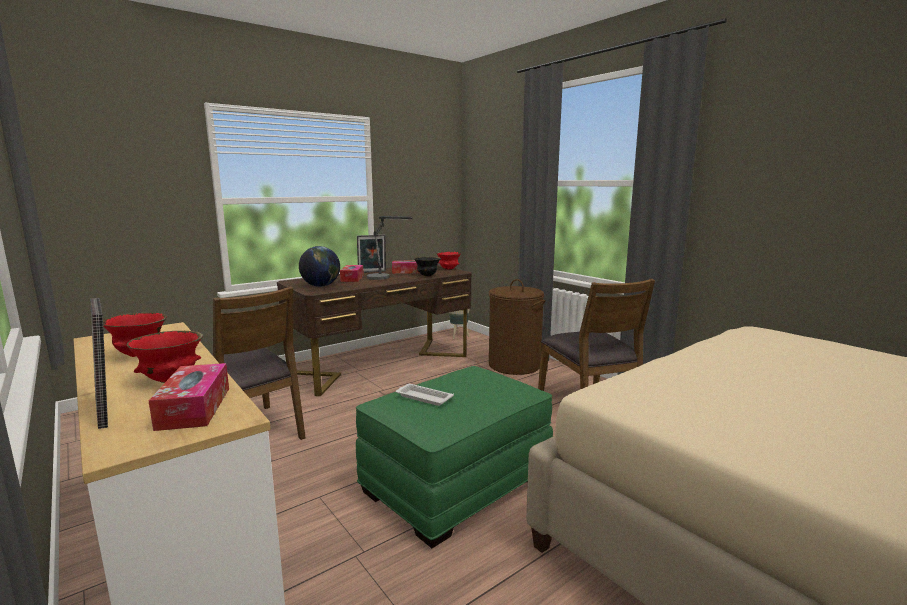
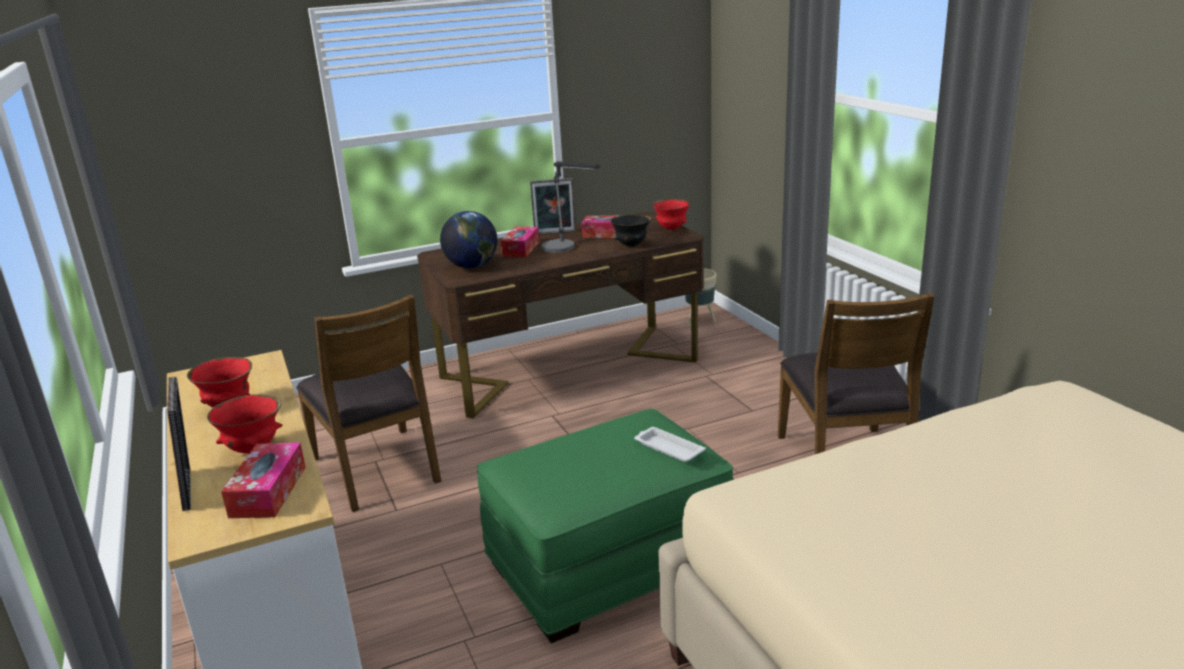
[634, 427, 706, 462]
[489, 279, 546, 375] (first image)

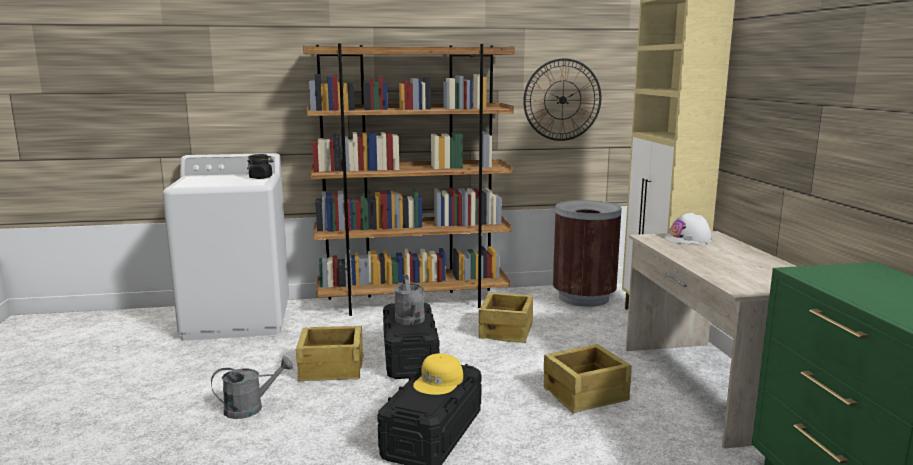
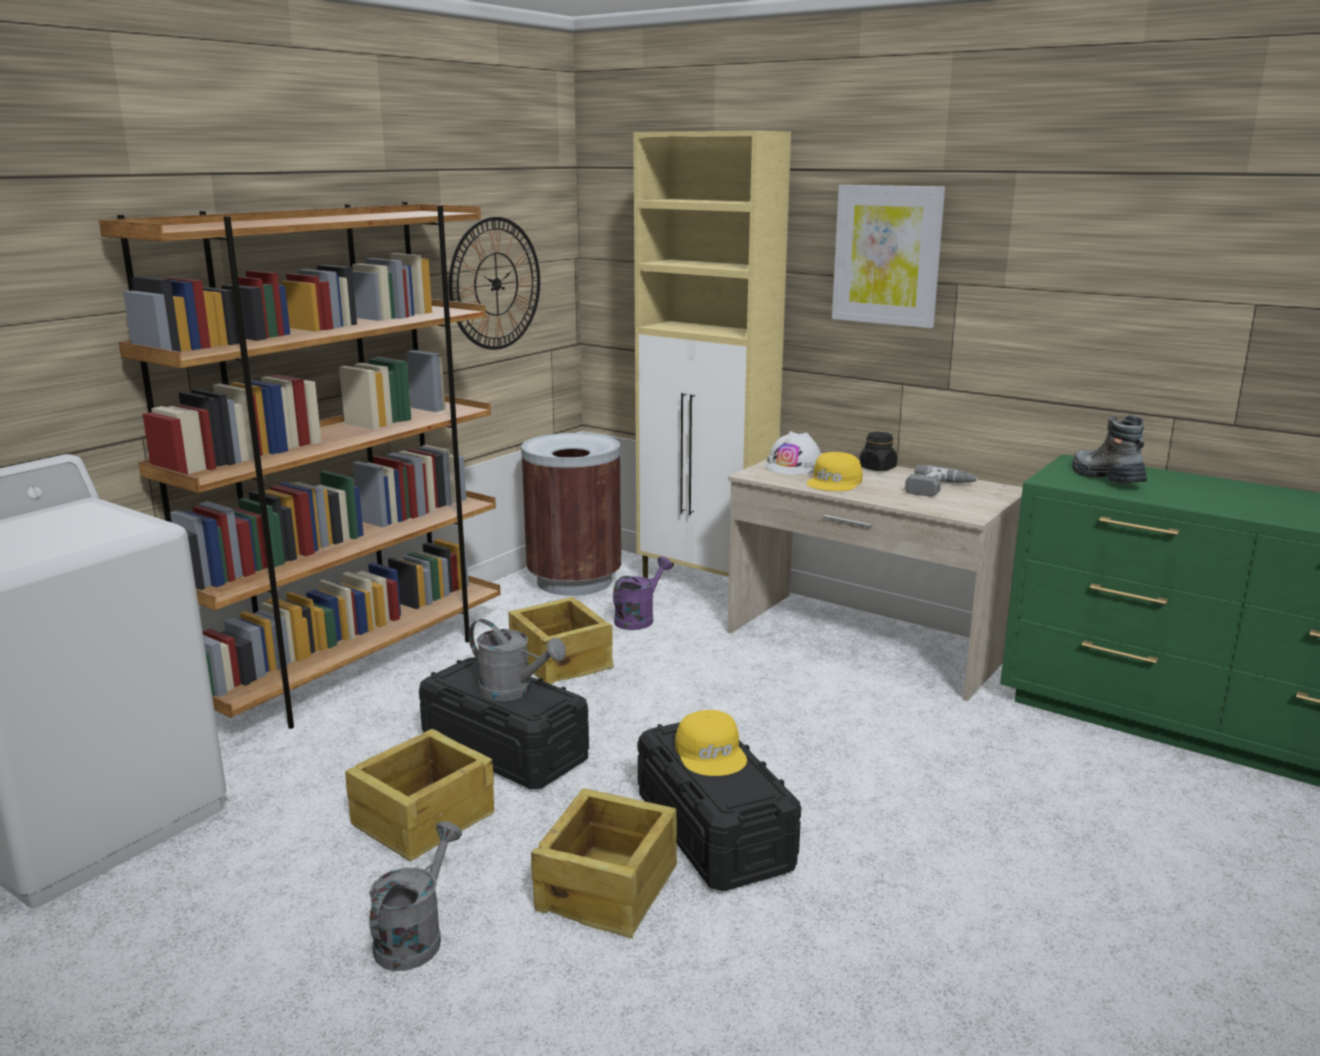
[860, 432, 897, 471]
[531, 788, 677, 939]
[613, 556, 672, 630]
[806, 452, 862, 491]
[832, 185, 945, 328]
[905, 465, 978, 497]
[1072, 415, 1147, 483]

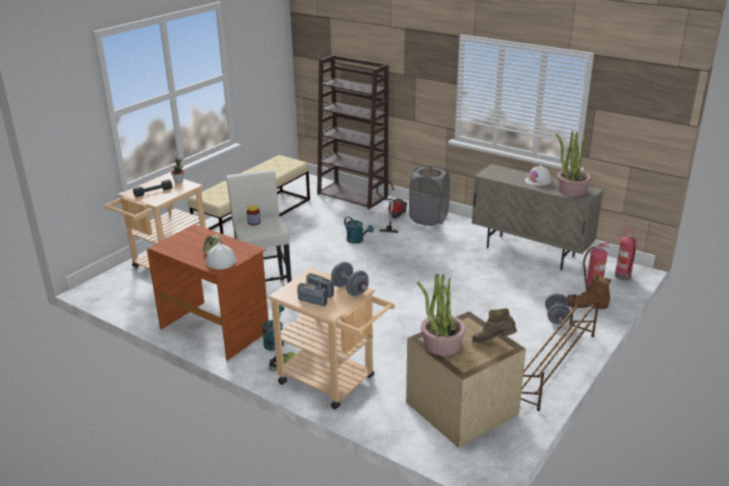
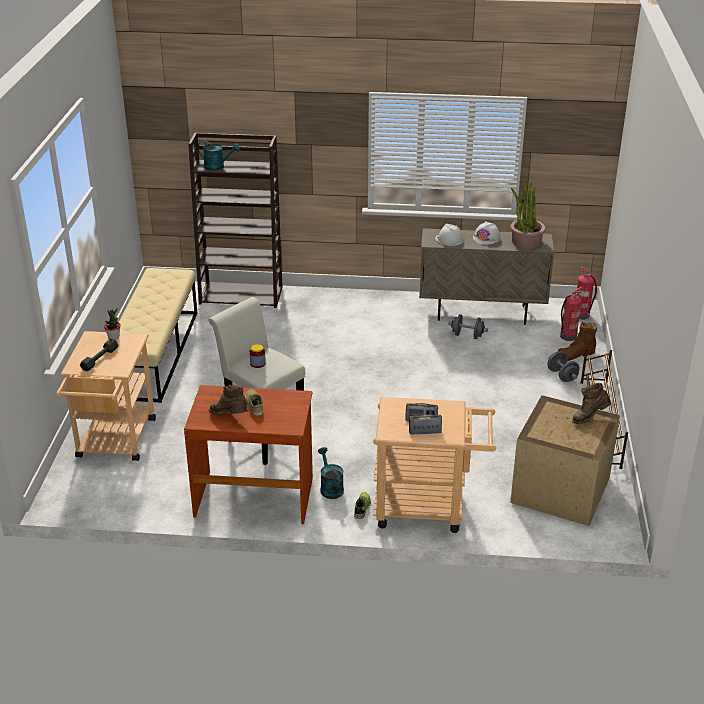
[435, 224, 464, 246]
[448, 314, 488, 339]
[198, 141, 240, 171]
[376, 179, 408, 233] (first image)
[409, 166, 450, 226] (first image)
[417, 273, 466, 356] (first image)
[209, 385, 248, 414]

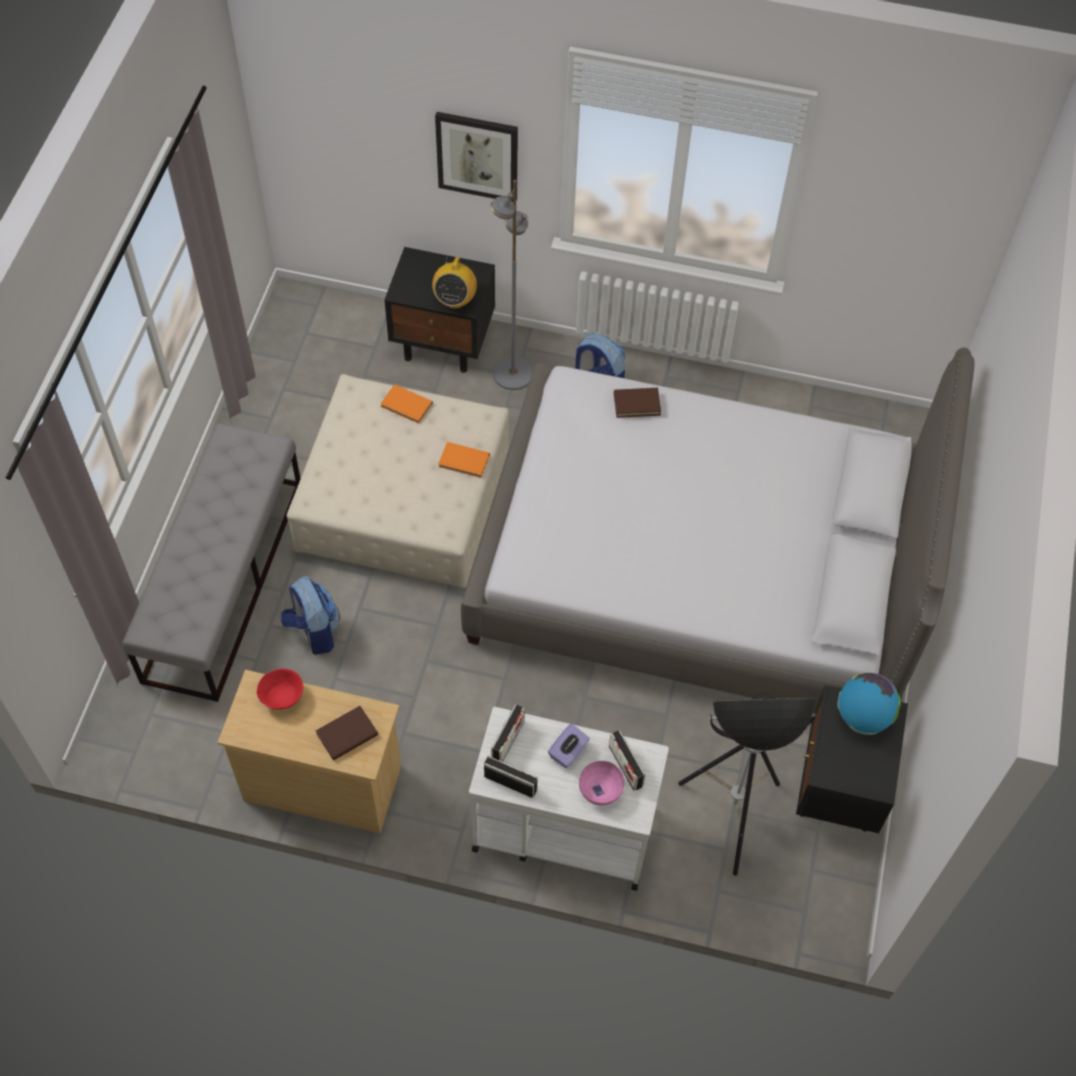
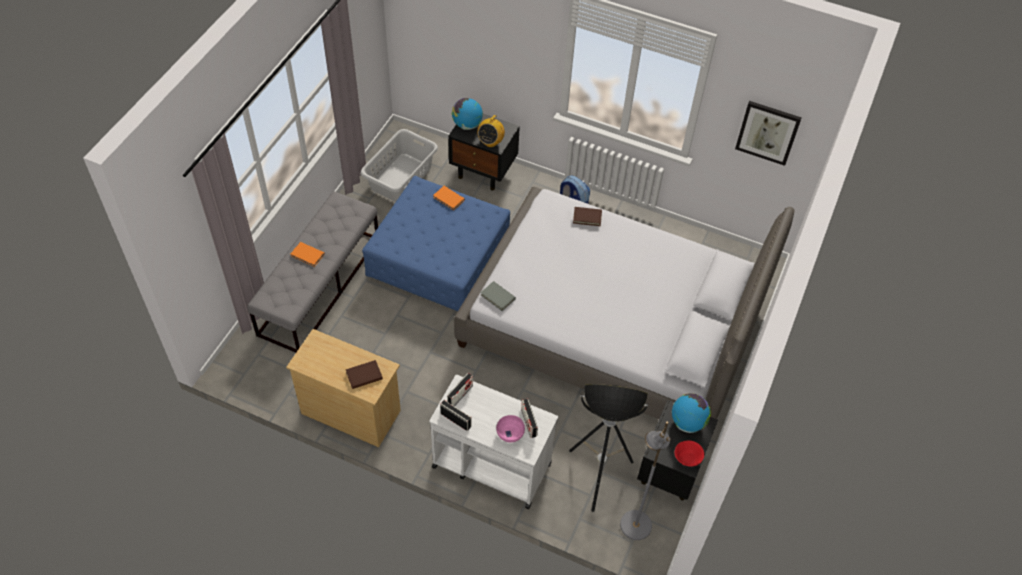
[674, 440, 704, 466]
[281, 576, 340, 655] (first image)
[362, 176, 510, 311]
[735, 101, 802, 166]
[291, 242, 325, 267]
[620, 421, 671, 540]
[548, 723, 590, 768] (first image)
[360, 129, 438, 202]
[452, 98, 483, 130]
[480, 281, 516, 311]

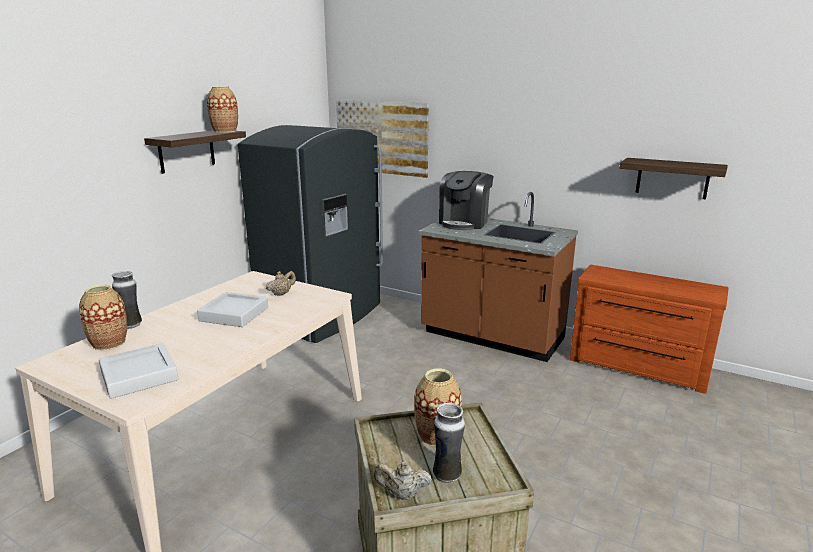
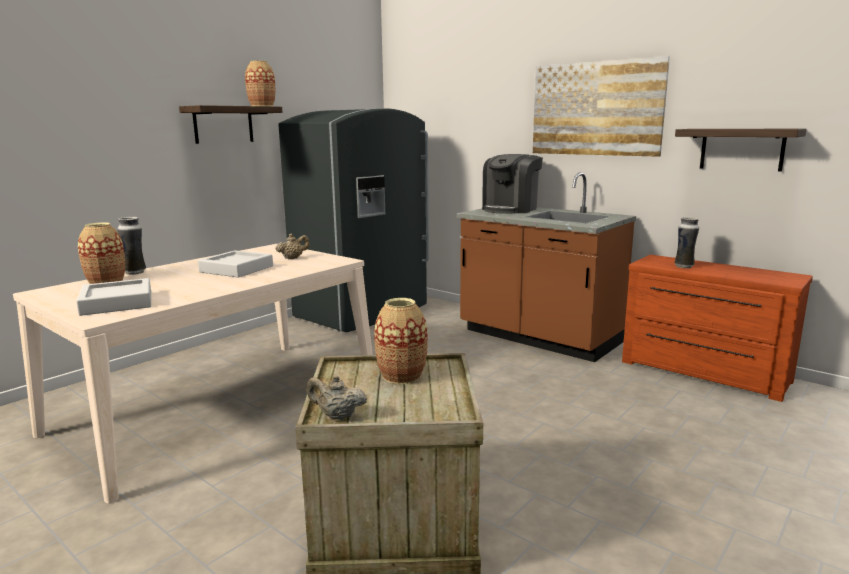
[533, 56, 670, 157]
[675, 217, 699, 268]

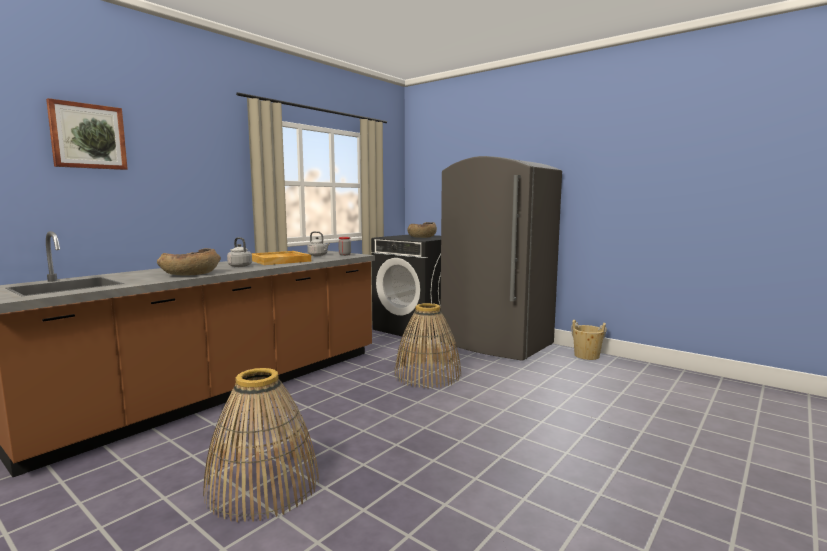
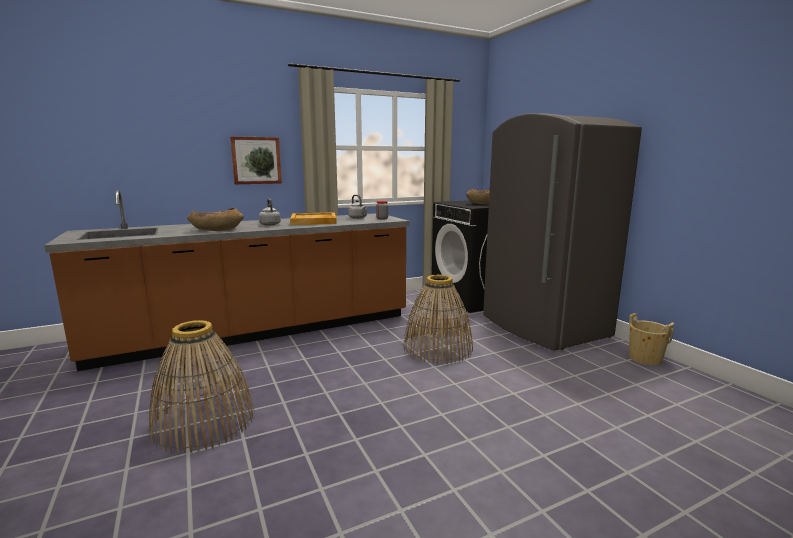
[230, 136, 282, 184]

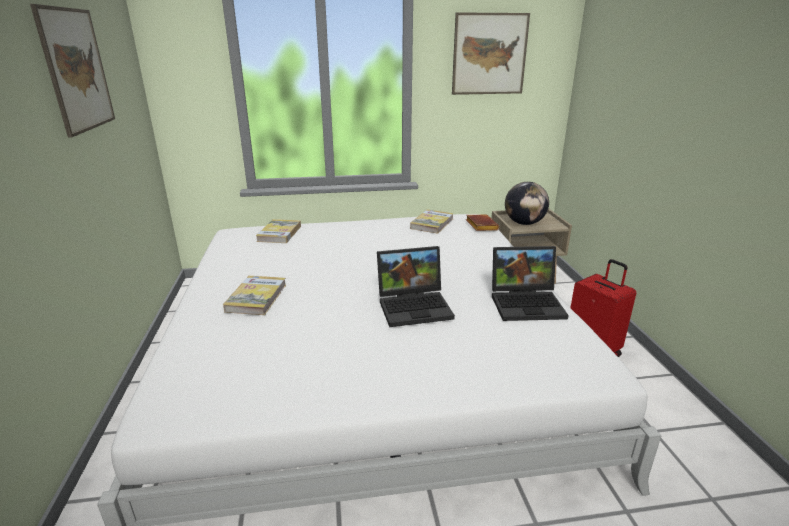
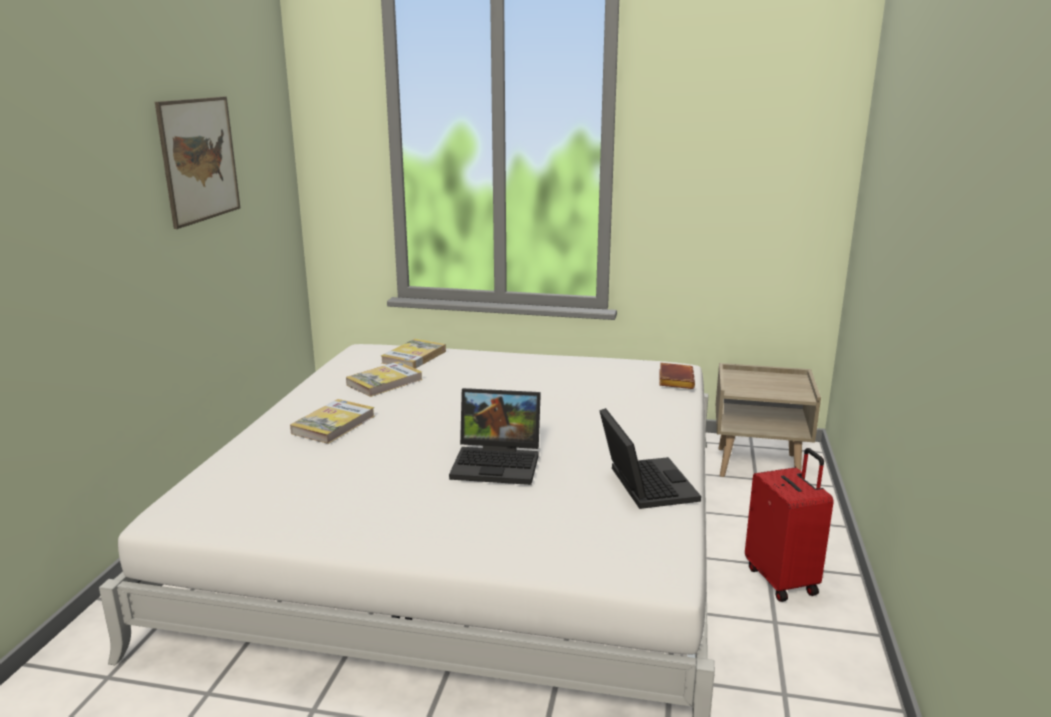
[346, 361, 423, 397]
[452, 12, 530, 95] (first image)
[599, 408, 701, 509]
[505, 182, 549, 225] (first image)

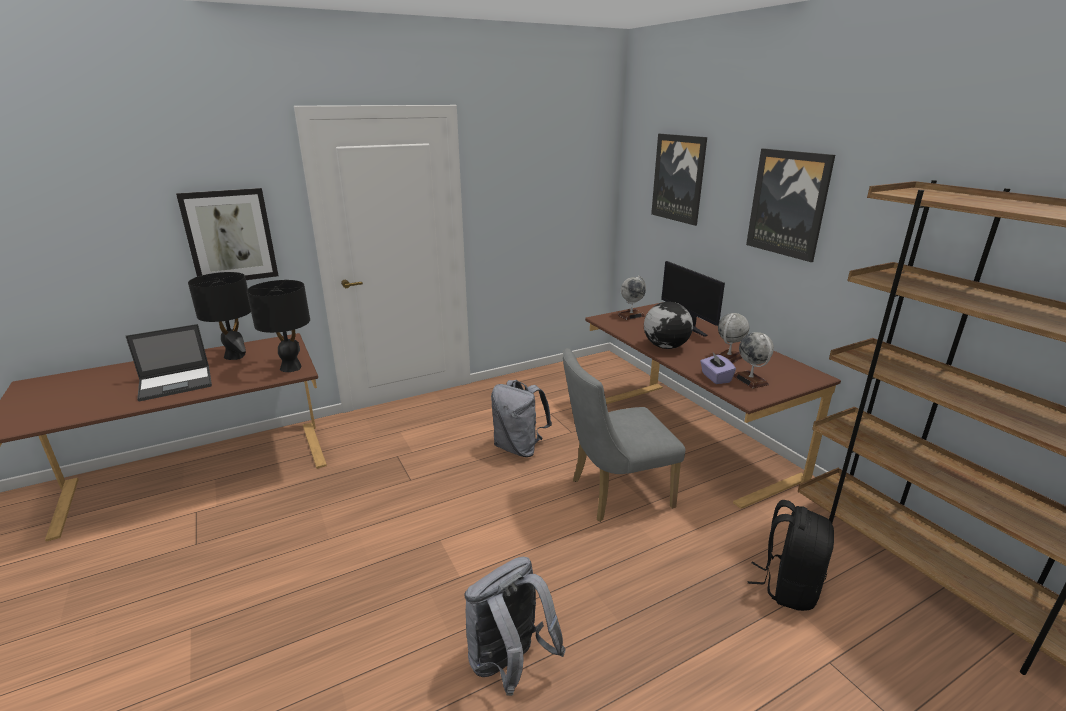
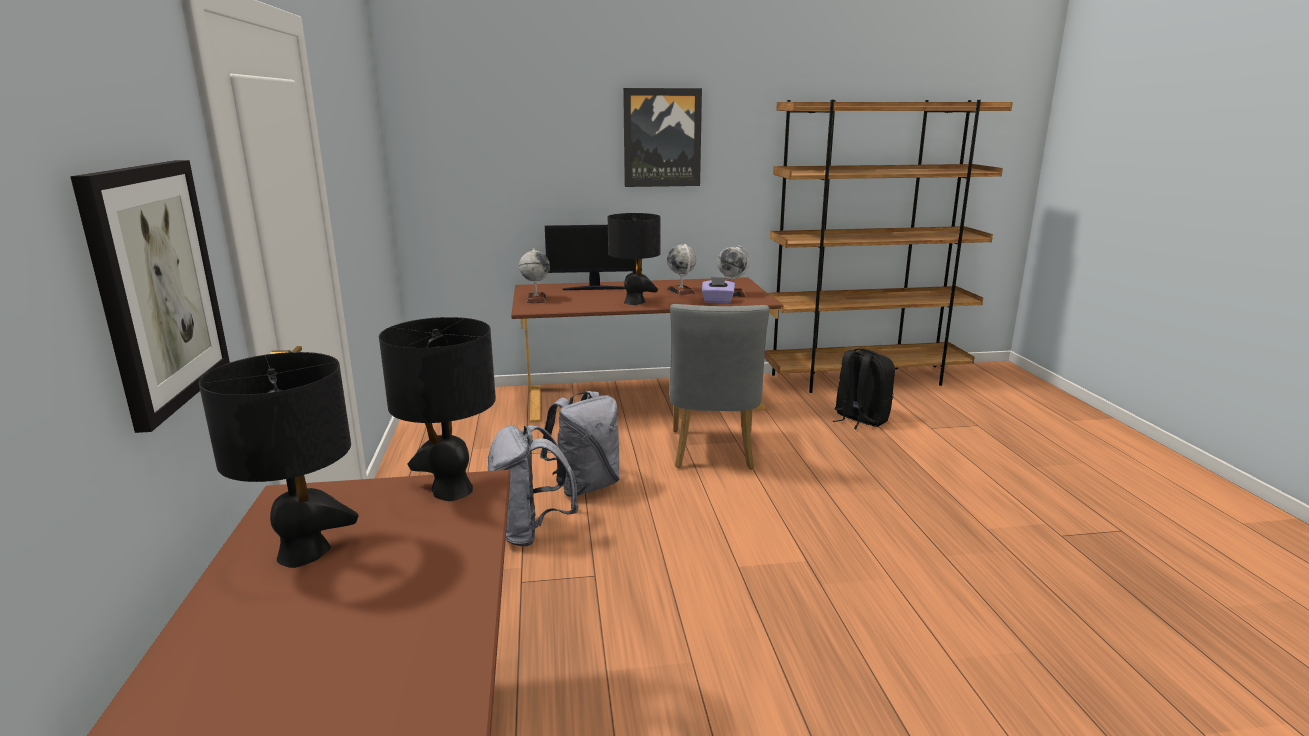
[126, 324, 212, 401] (first image)
[488, 425, 579, 546]
[608, 213, 661, 305]
[651, 134, 707, 226] (first image)

